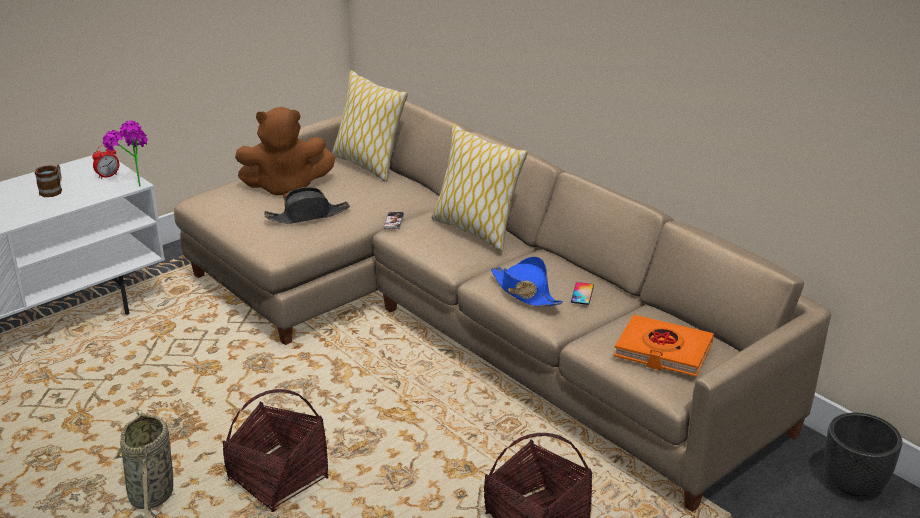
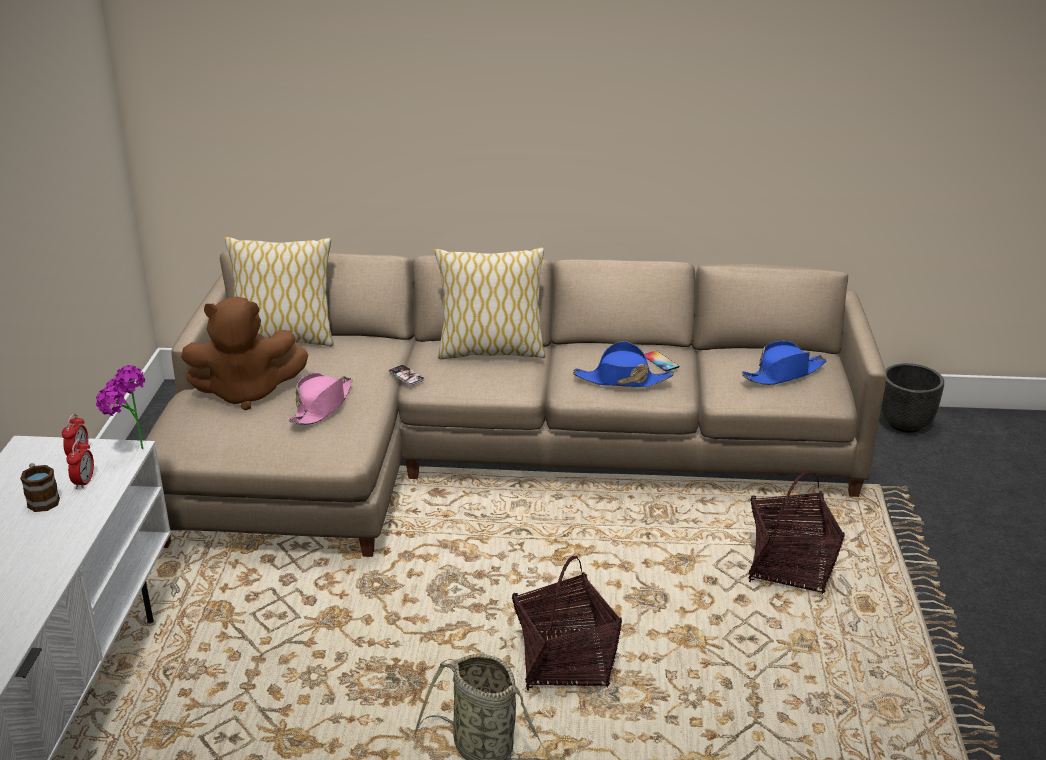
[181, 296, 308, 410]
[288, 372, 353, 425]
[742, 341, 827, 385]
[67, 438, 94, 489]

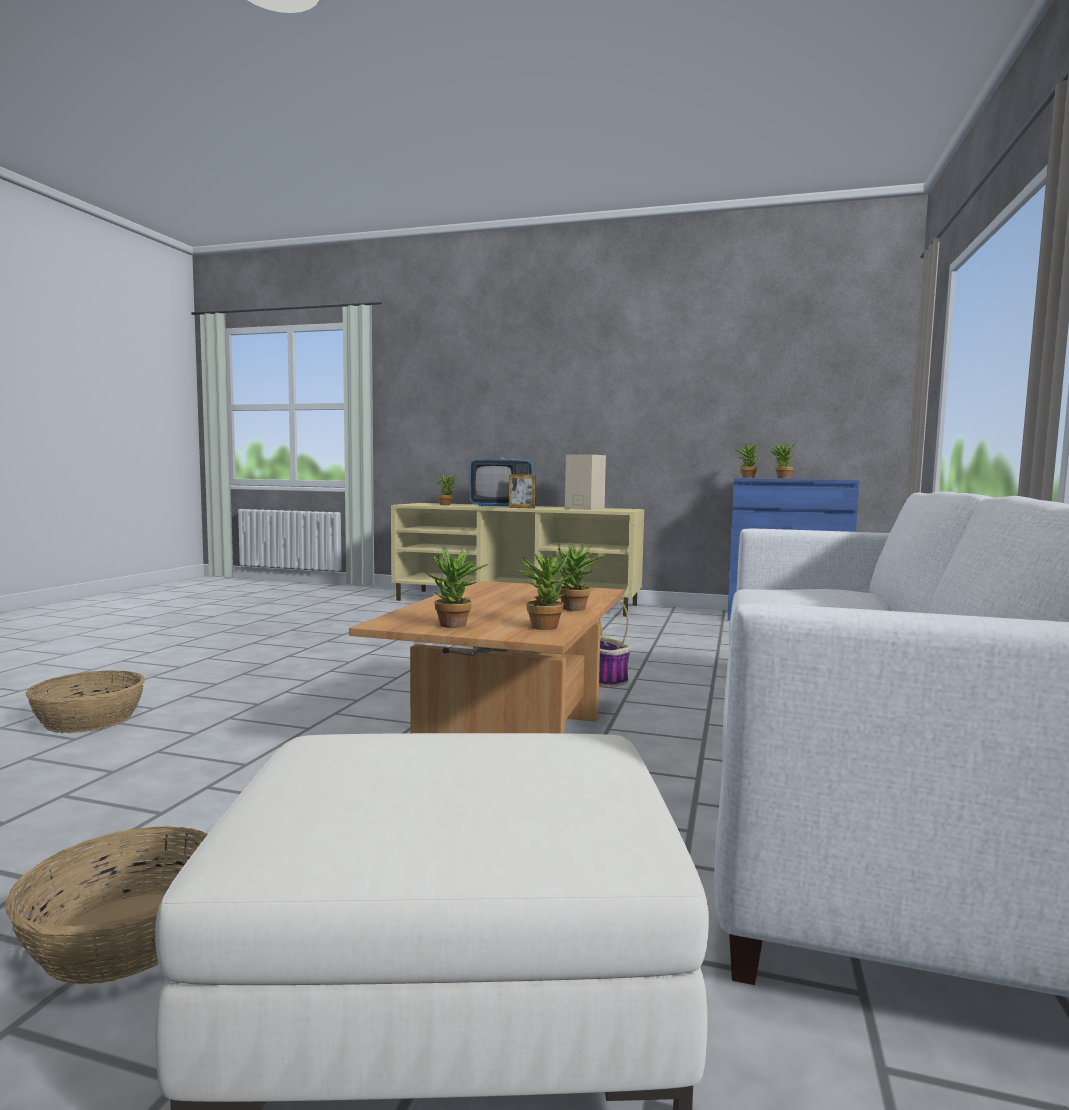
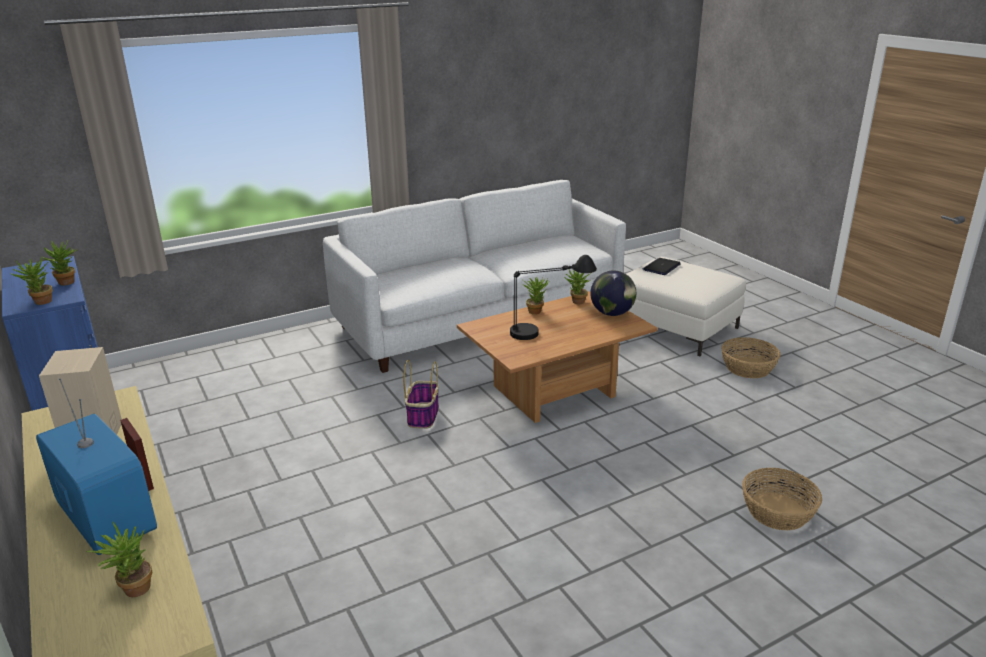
[590, 270, 636, 316]
[510, 255, 597, 340]
[643, 258, 681, 275]

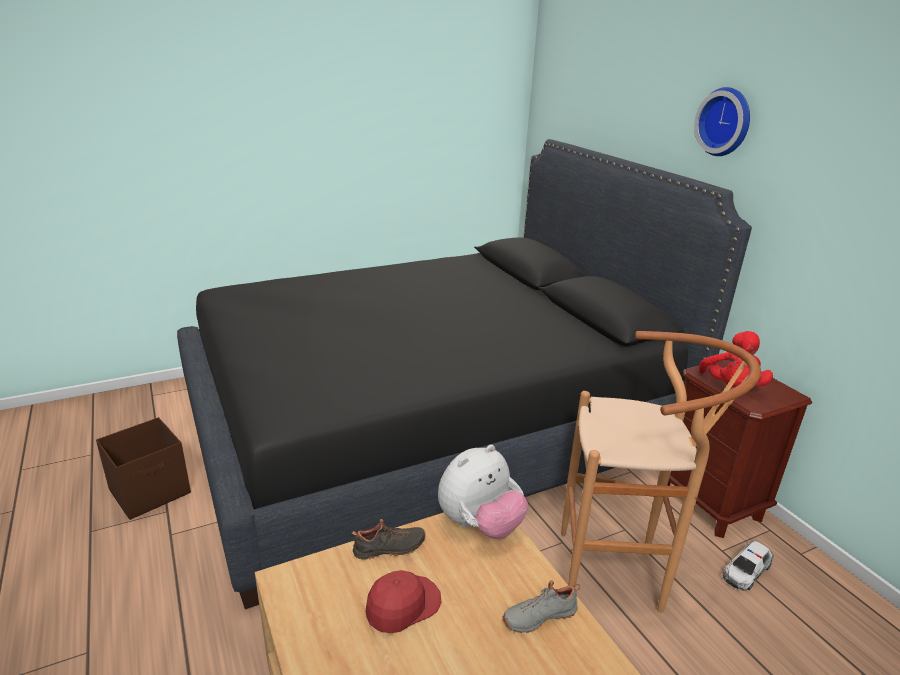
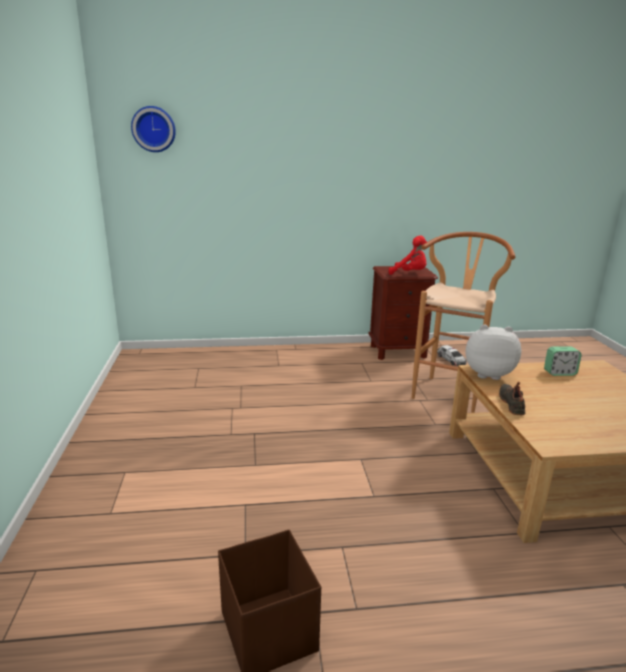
[177, 139, 752, 609] (first image)
[365, 570, 442, 633] (first image)
[465, 324, 521, 380]
[544, 346, 582, 376]
[131, 106, 176, 152]

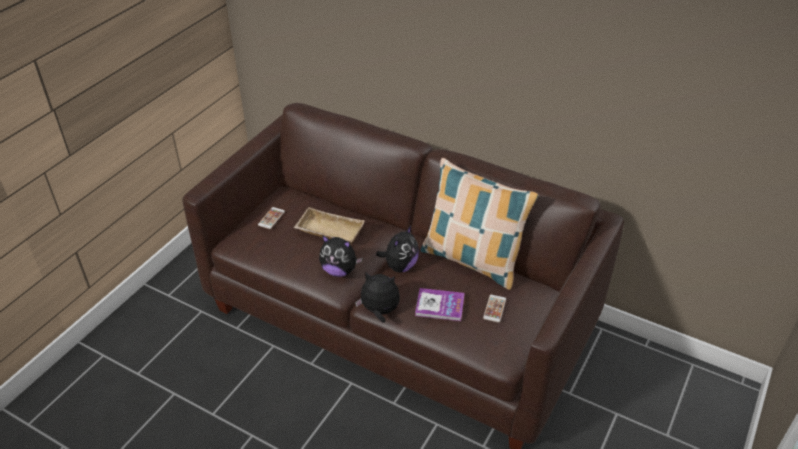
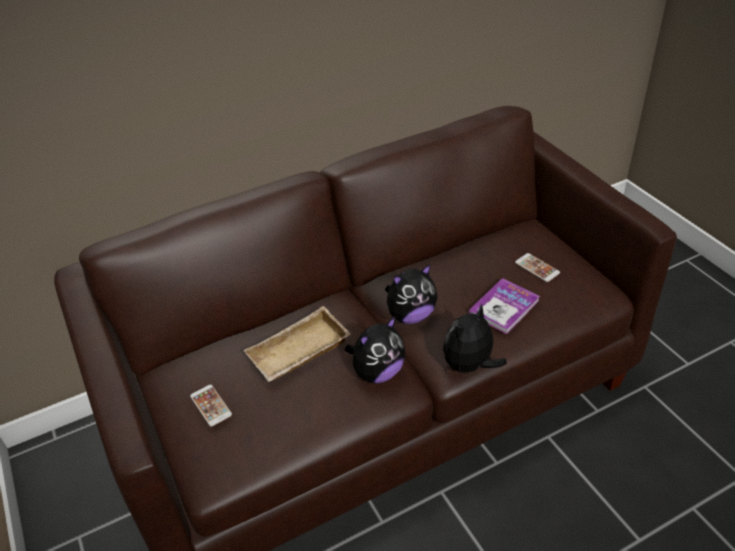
[385, 264, 437, 324]
[420, 158, 539, 290] (first image)

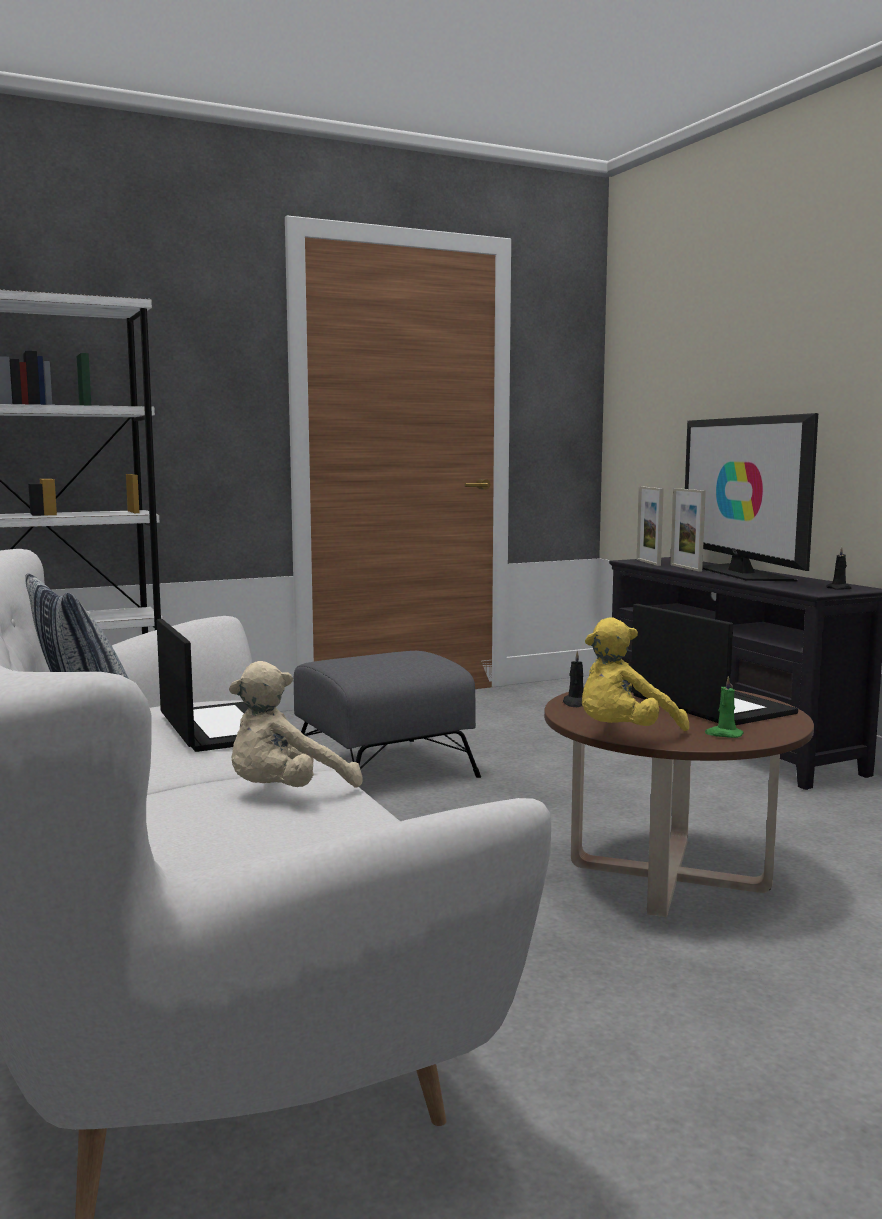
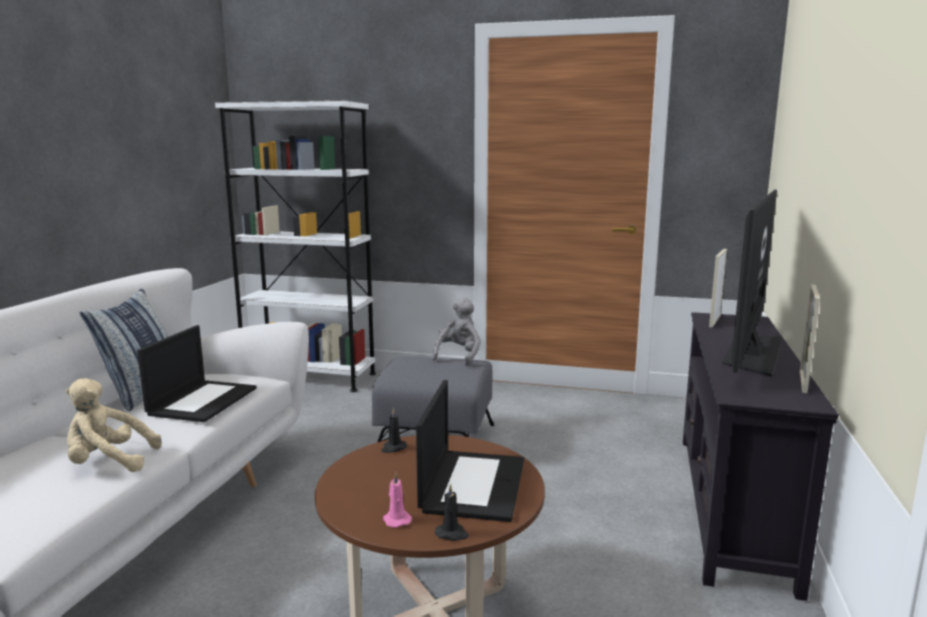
[582, 617, 689, 731] (first image)
[800, 284, 820, 393]
[383, 472, 412, 528]
[435, 484, 469, 541]
[432, 298, 481, 366]

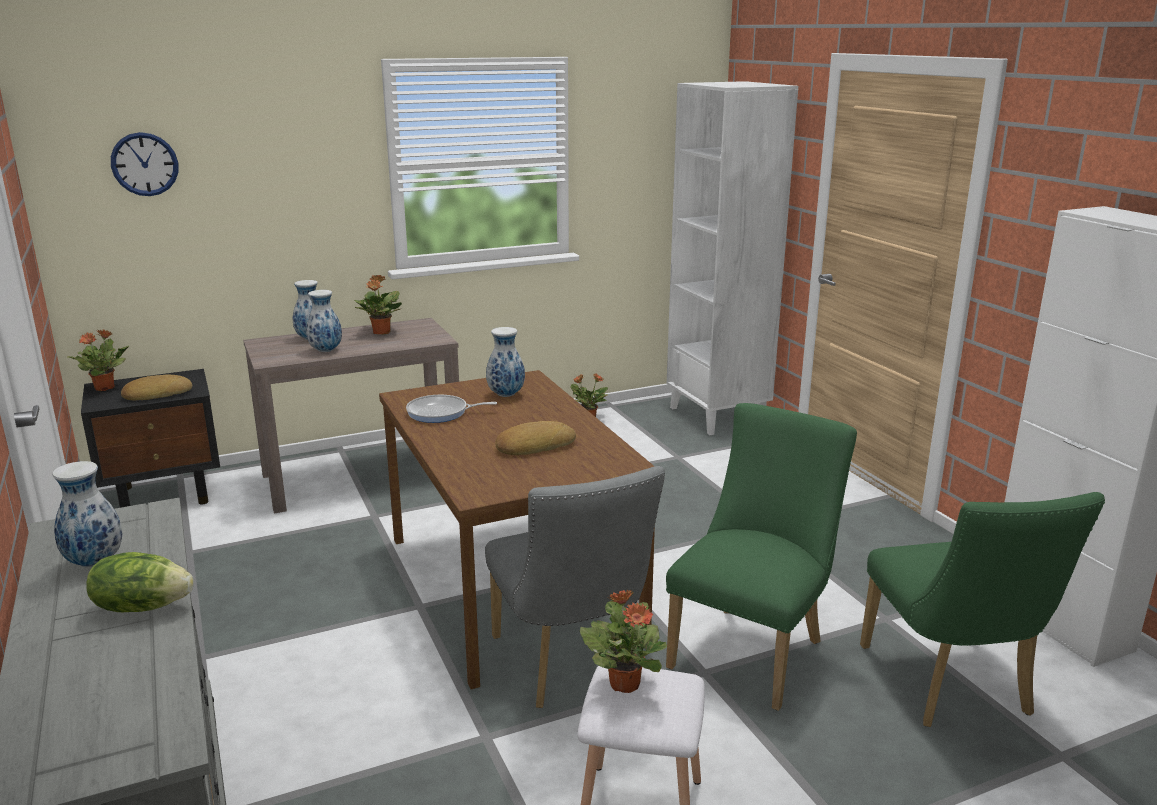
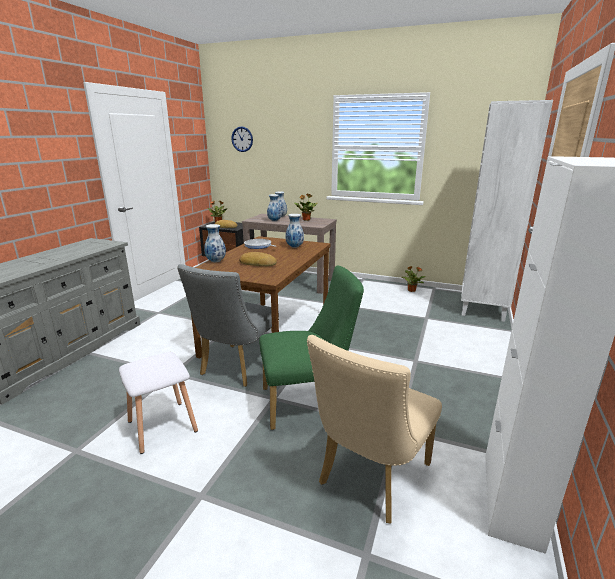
[204, 224, 226, 262]
[87, 552, 194, 612] (first image)
[580, 589, 667, 693] (first image)
[307, 335, 442, 523]

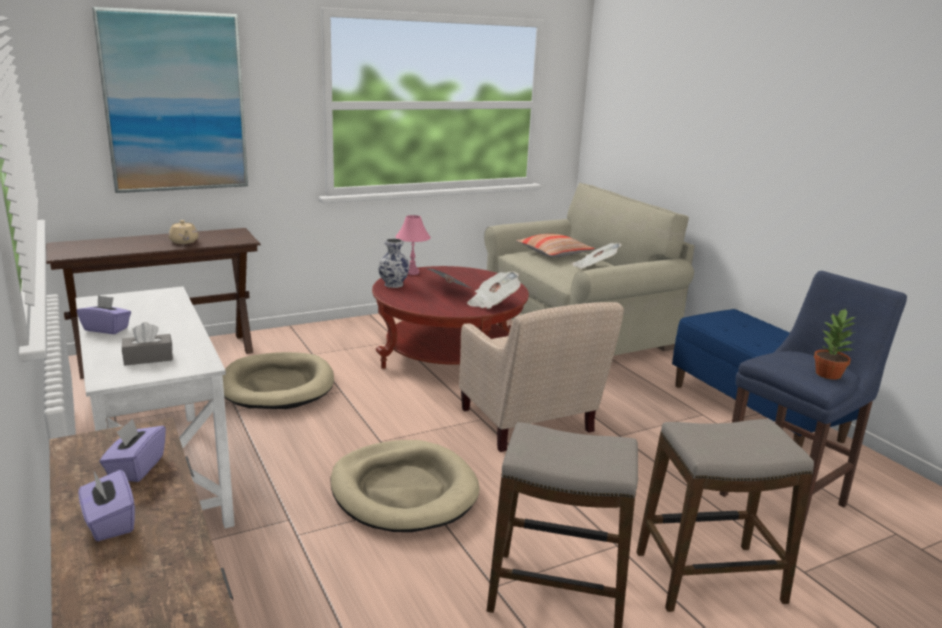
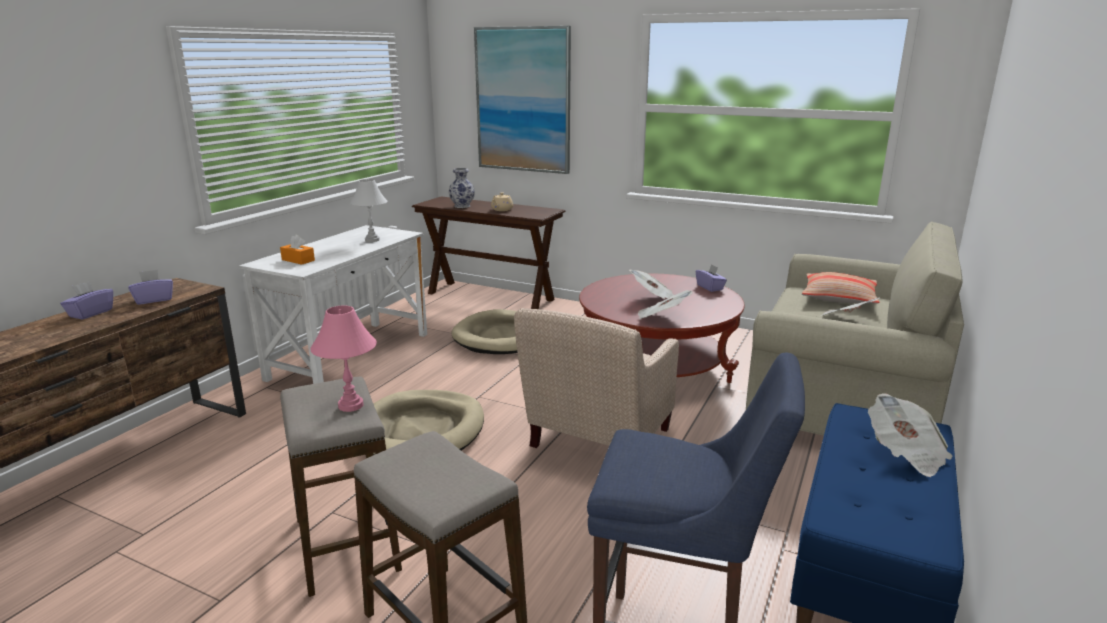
[696, 264, 727, 292]
[280, 235, 315, 265]
[449, 168, 475, 208]
[310, 306, 377, 412]
[814, 308, 856, 380] (first image)
[350, 179, 388, 242]
[868, 394, 953, 477]

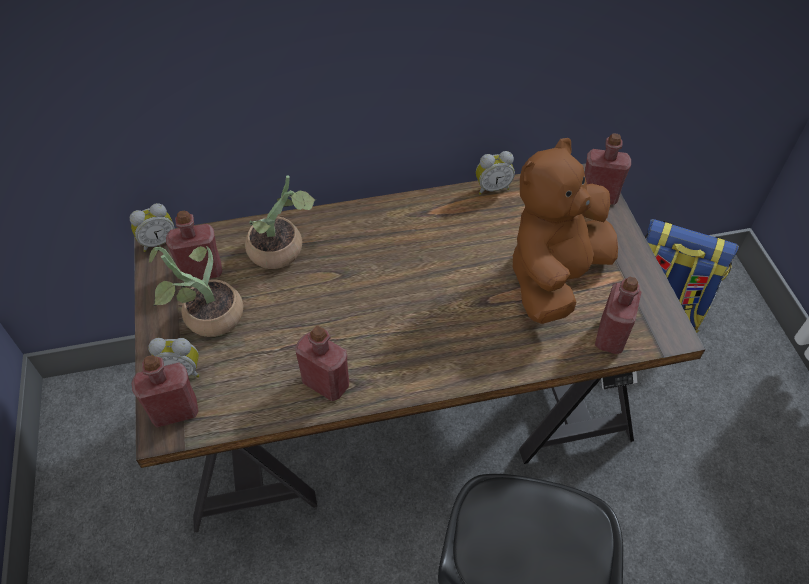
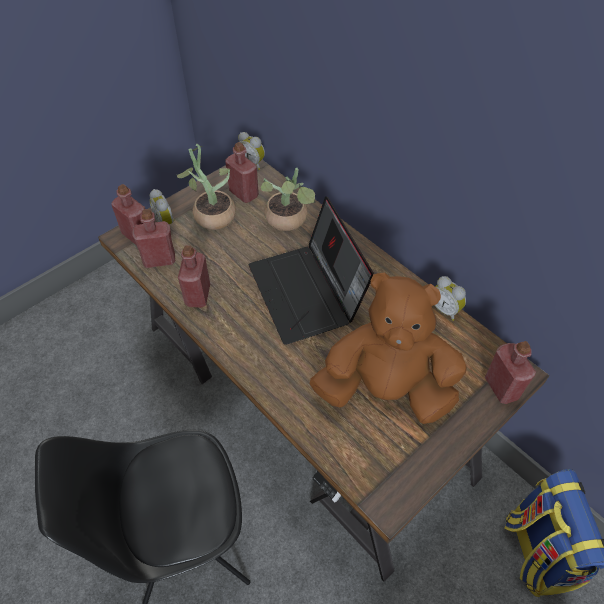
[132, 209, 175, 268]
[249, 196, 374, 345]

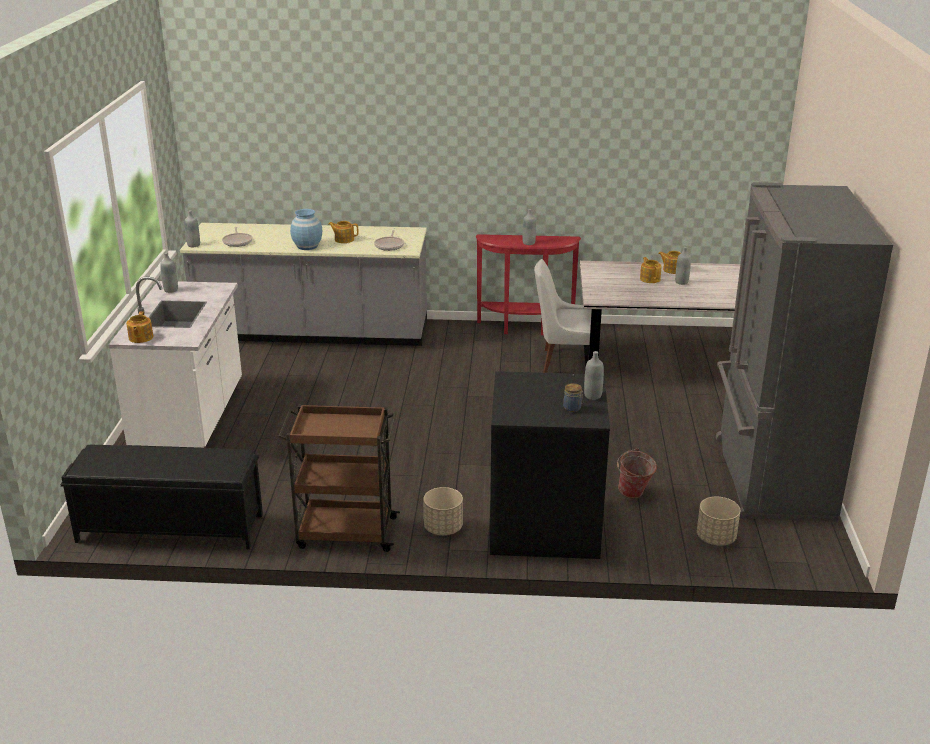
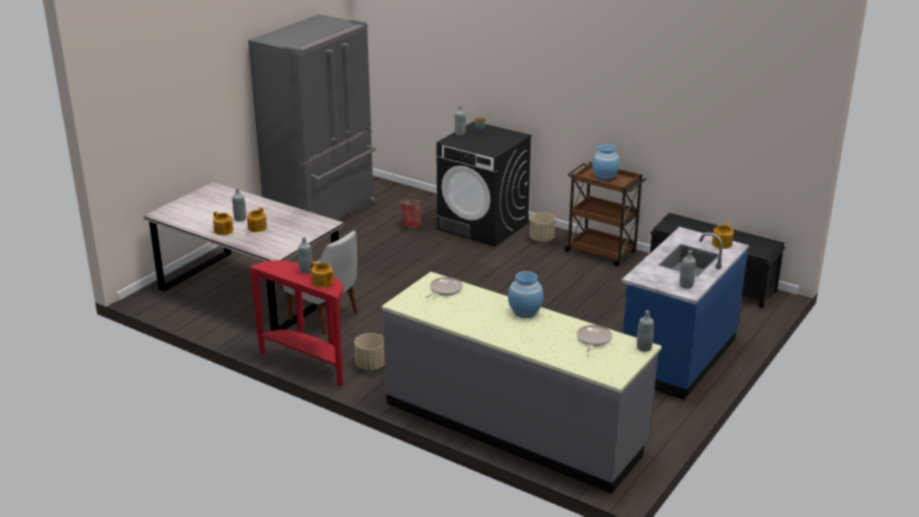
[622, 227, 749, 400]
[311, 261, 334, 288]
[354, 333, 385, 370]
[592, 144, 620, 180]

